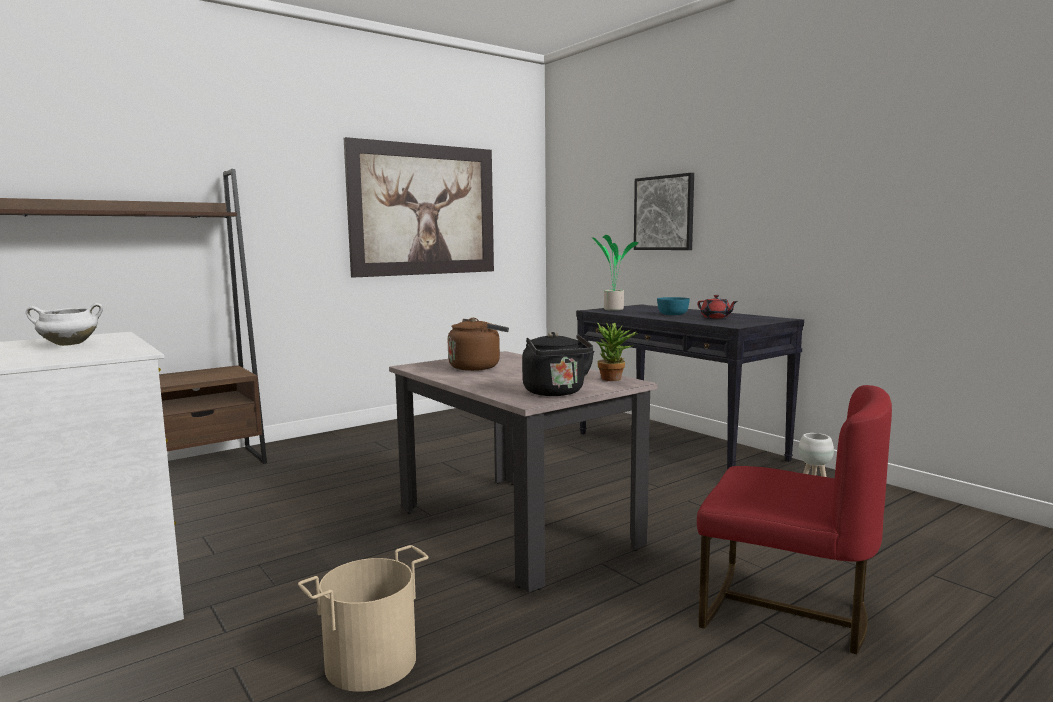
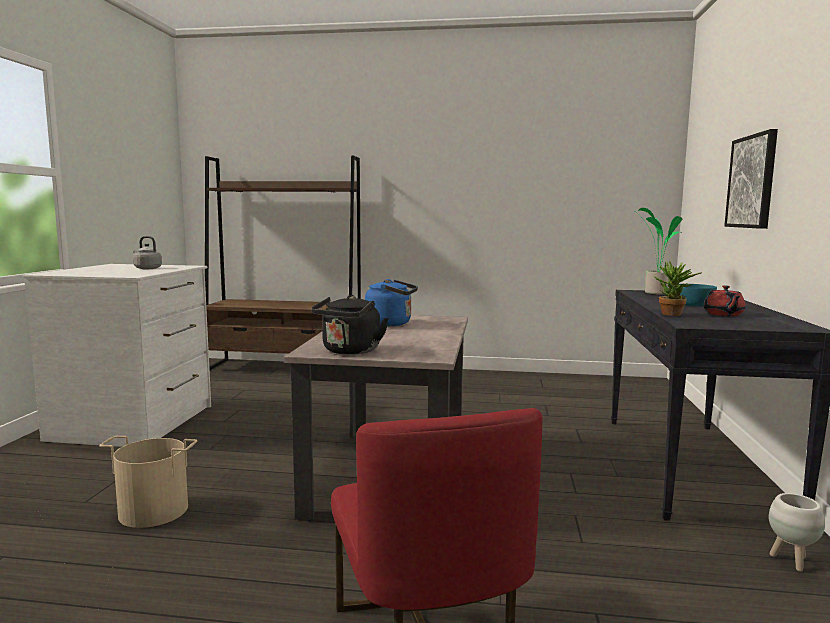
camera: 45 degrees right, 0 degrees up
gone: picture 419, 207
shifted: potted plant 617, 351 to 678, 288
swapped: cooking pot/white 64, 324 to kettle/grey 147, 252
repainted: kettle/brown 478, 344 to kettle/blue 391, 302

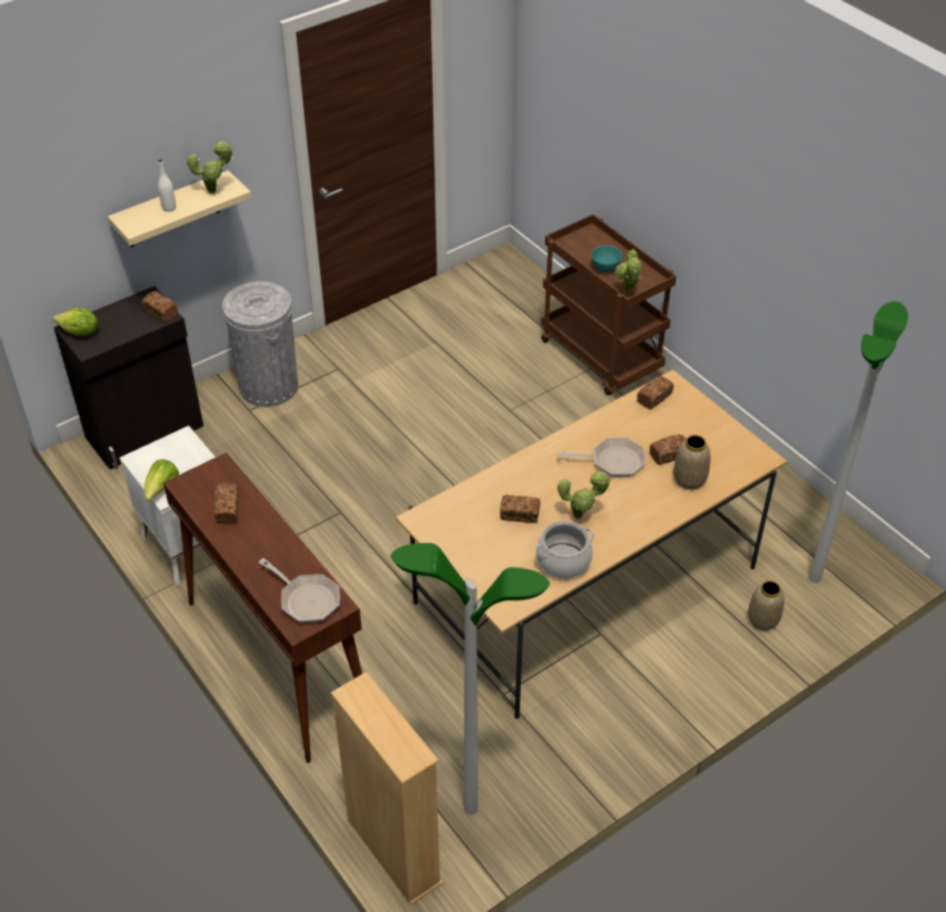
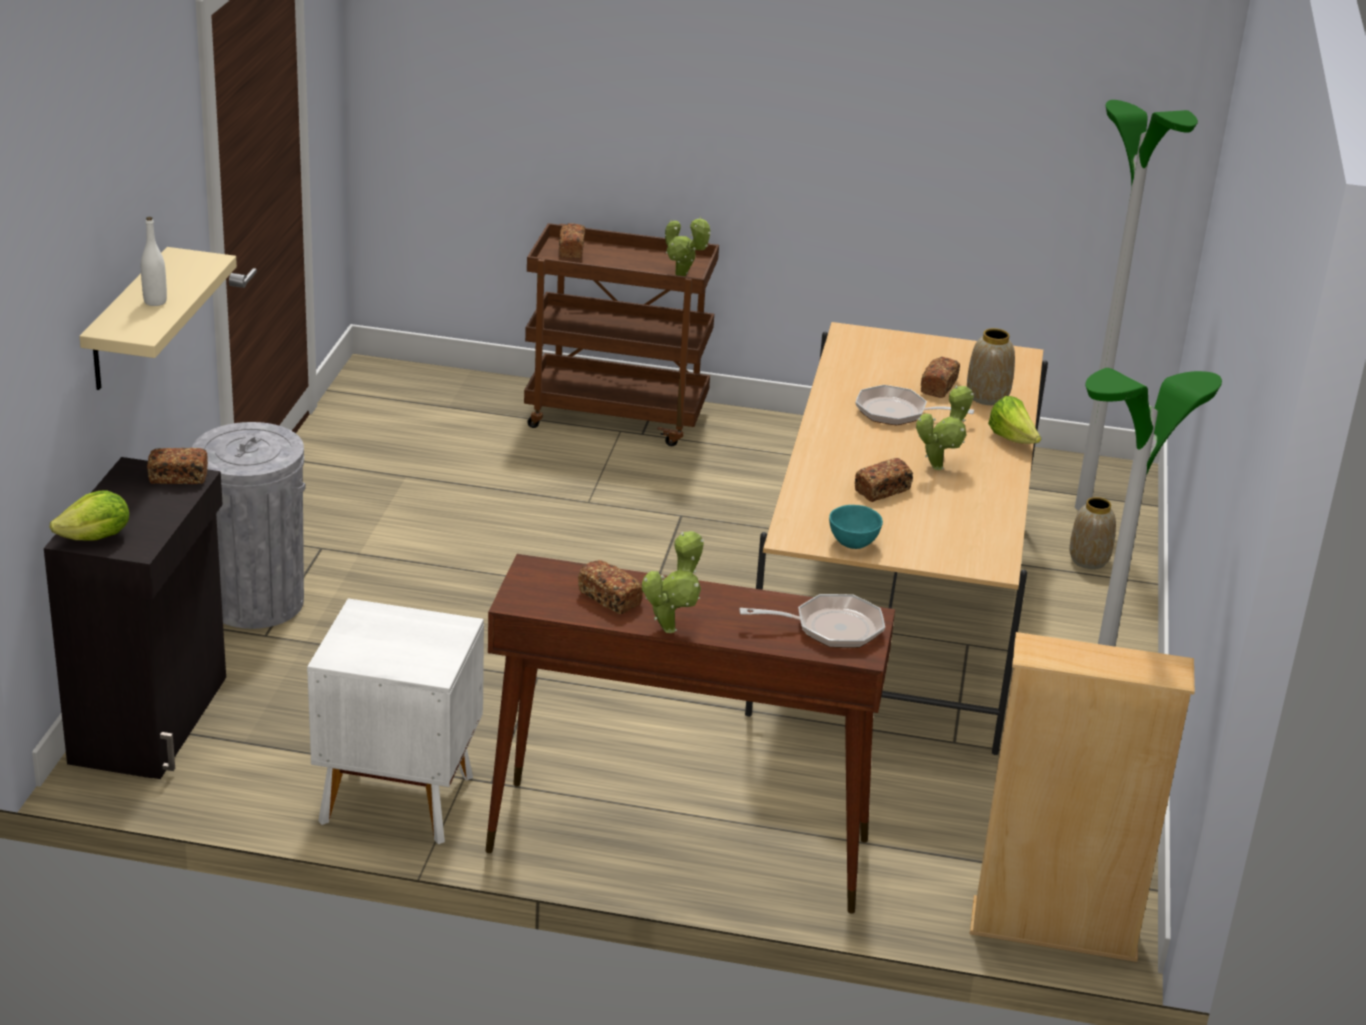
camera: 45 degrees left, 15 degrees down
gone: cooking pot 565, 550
shifted: potted plant 210, 167 to 673, 582; bowl/turquoise 607, 258 to 856, 527; bread 655, 393 to 572, 241; lettuce 161, 480 to 1014, 420
rotated: frying pan 602, 457 = 914, 405 120 degrees counterclockwise

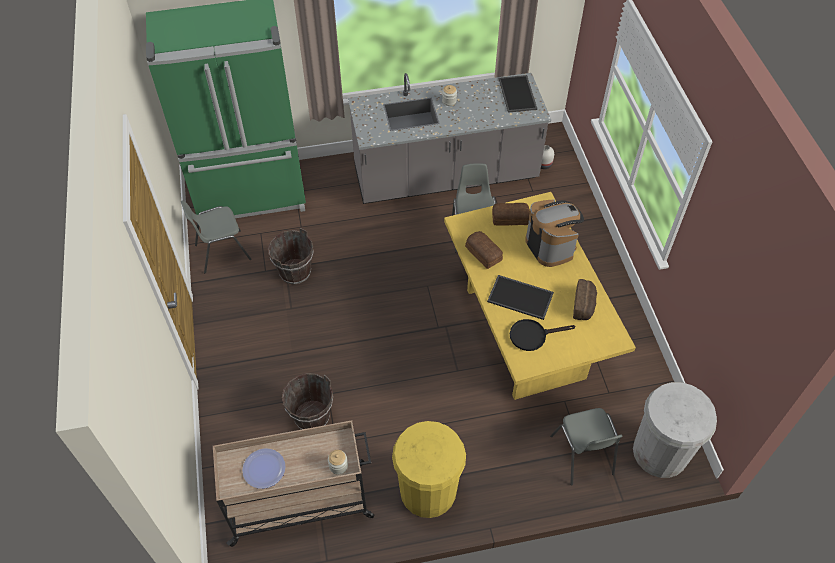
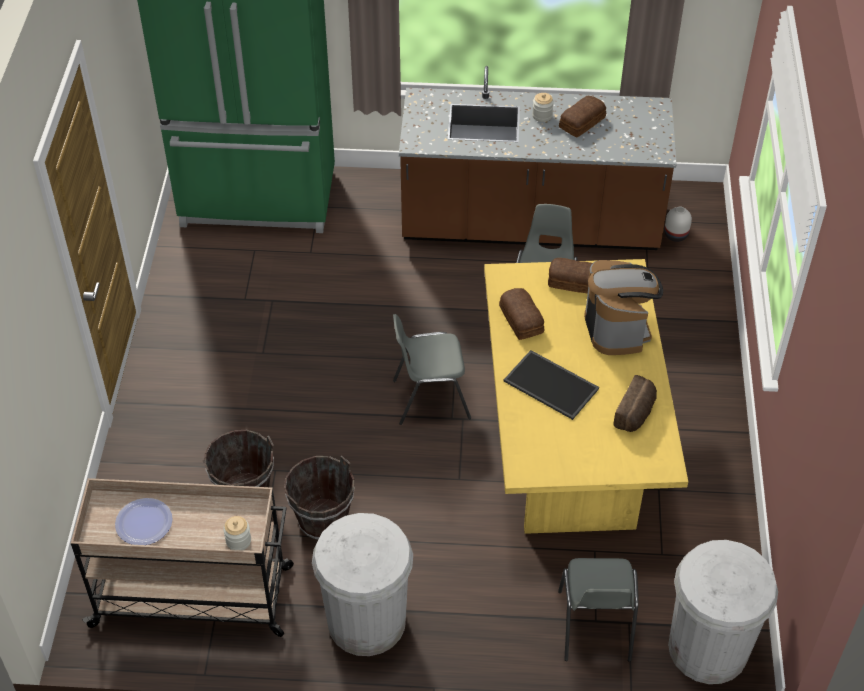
camera: 15 degrees right, 5 degrees down
gone: tray 518, 94; frying pan/black 542, 335
new: bread 582, 117
shifted: chair/grey 216, 237 to 432, 369; bucket/brown 291, 256 to 319, 498
repainted: counter/grey 449, 138 to counter/brown 538, 158; trash can/yellow 429, 469 to trash can/white 362, 584

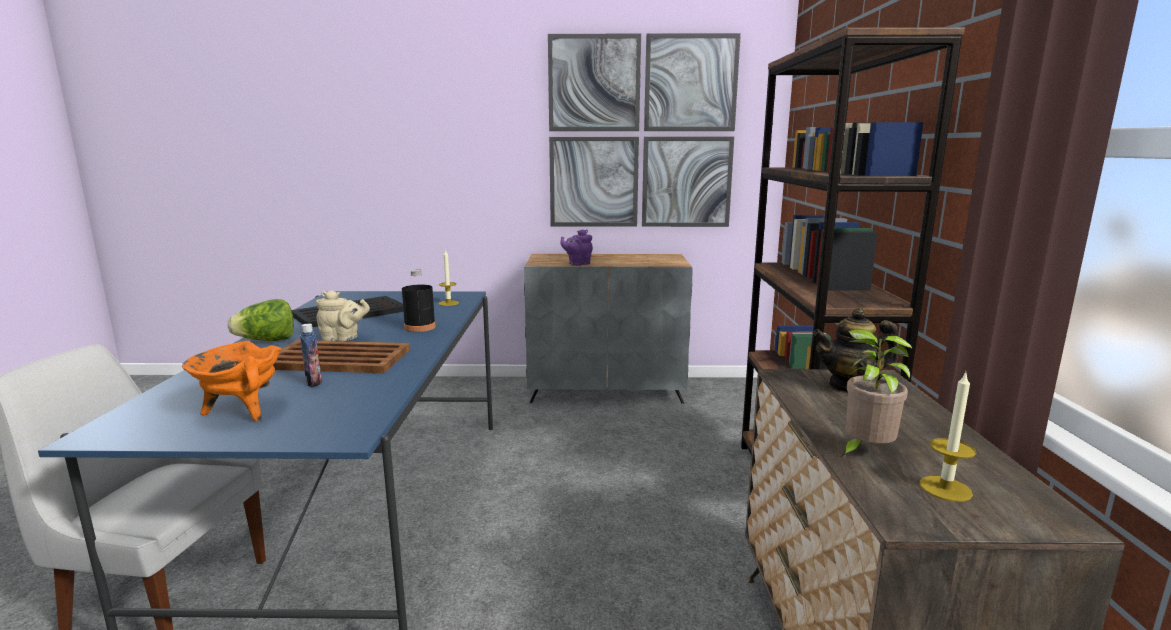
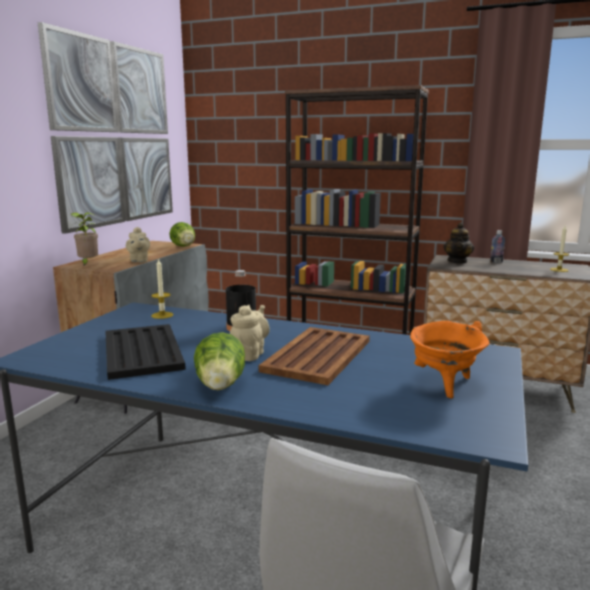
camera: 70 degrees left, 0 degrees up
new: lettuce 182, 234
shifted: bottle 311, 355 to 497, 246; potted plant 876, 393 to 84, 239
repainted: teapot/purple 576, 247 to teapot/beige 138, 244

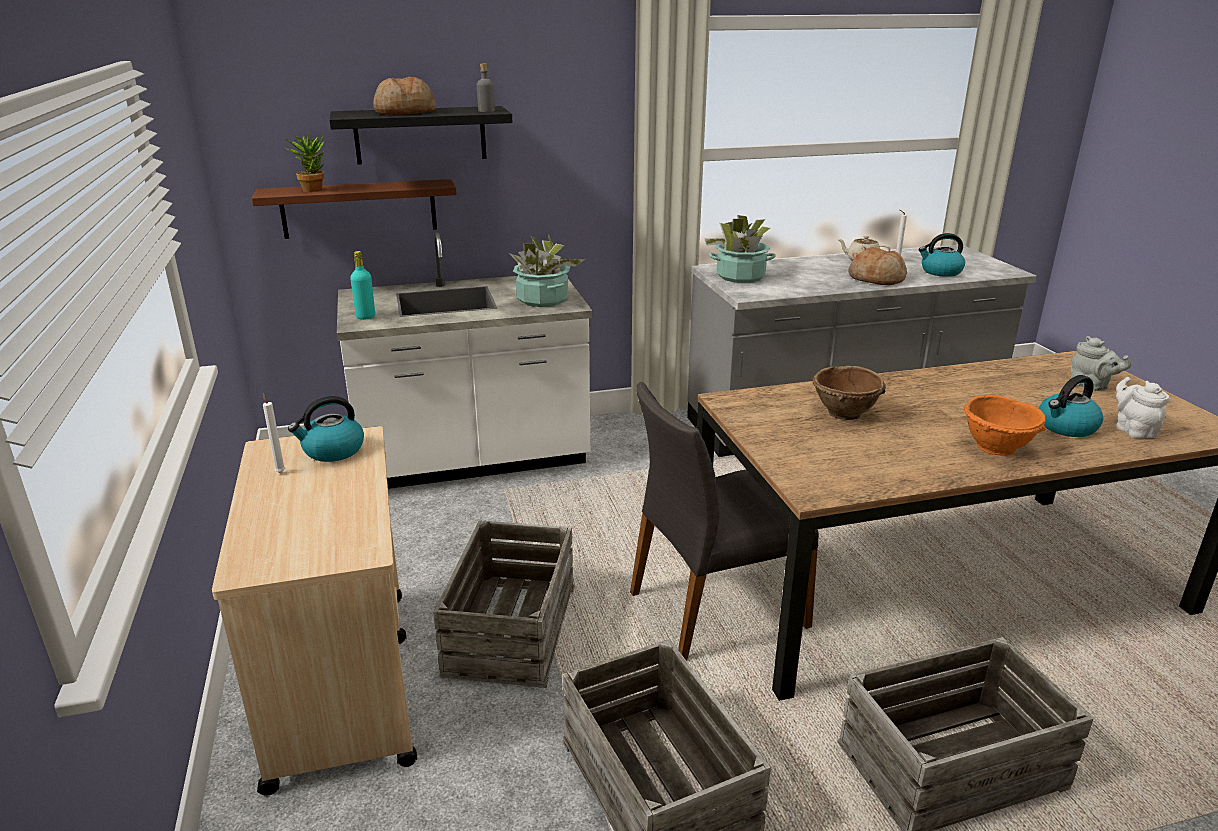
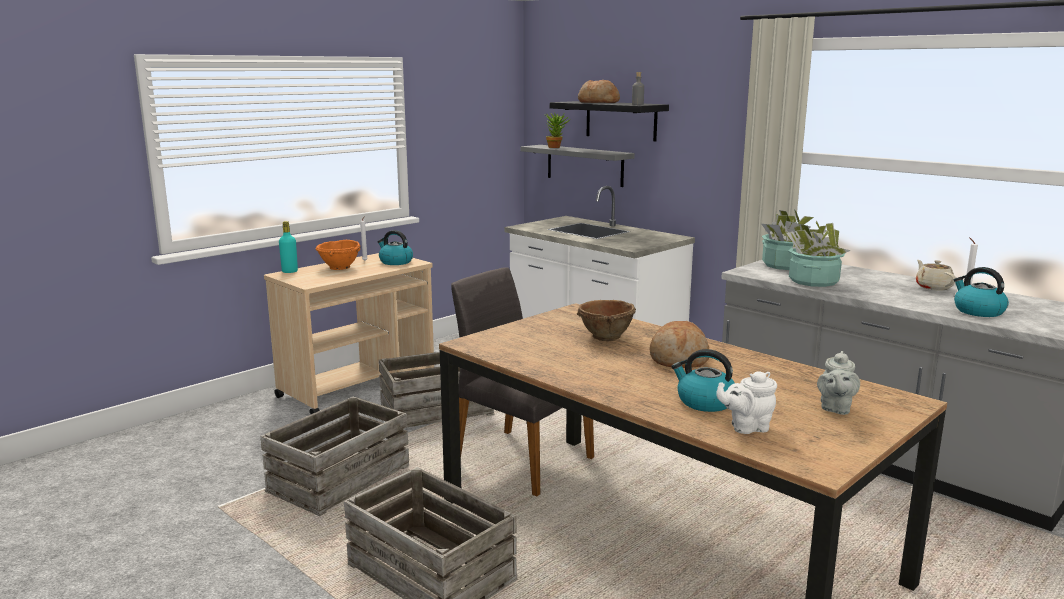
camera: 60 degrees right, 10 degrees down
shifted: potted plant 547, 271 to 818, 254; bread 877, 266 to 679, 344; bottle/turquoise 362, 285 to 288, 247; bowl/orange 1005, 425 to 338, 255
repainted: shelf/brown 354, 209 to shelf/grey 578, 166
rotated: teapot/white 1142, 407 = 746, 402 150 degrees counterclockwise

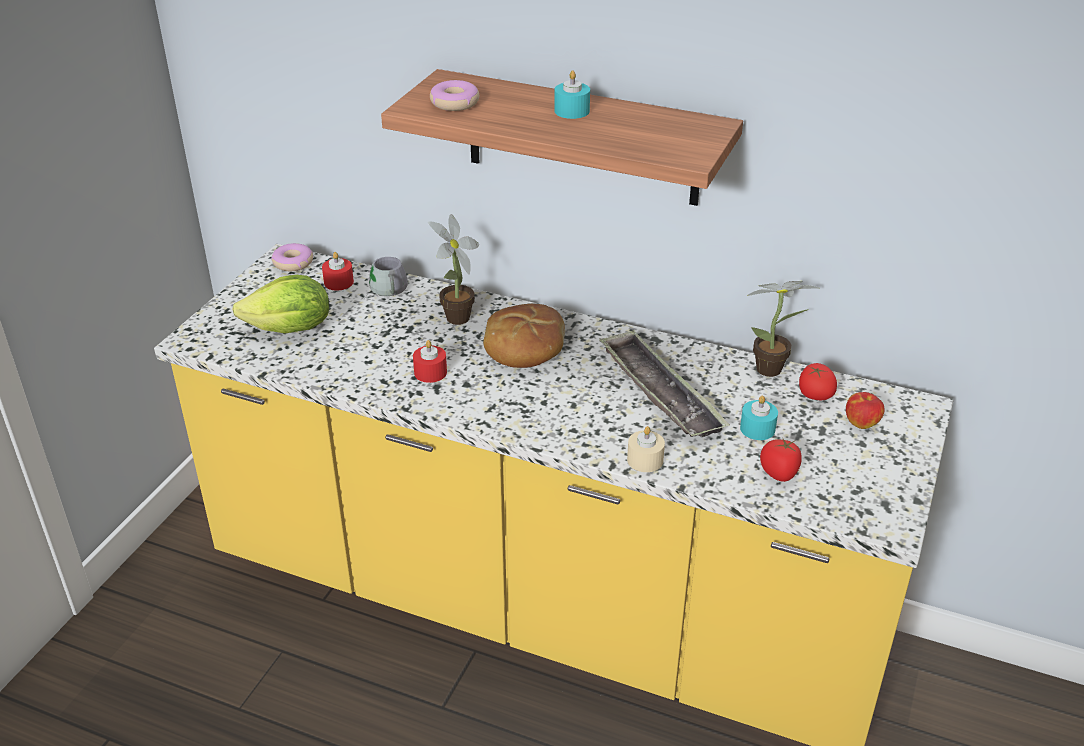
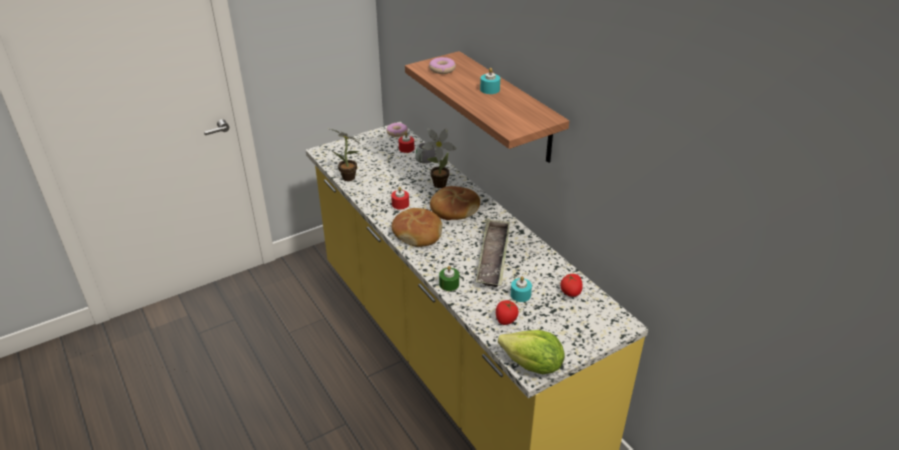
camera: 35 degrees right, 0 degrees up
gone: apple 865, 410
new: bread 417, 227
shifted: lettuce 280, 304 to 531, 352; potted plant 783, 329 to 345, 155
repainted: candle/beige 646, 449 to candle/green 449, 278

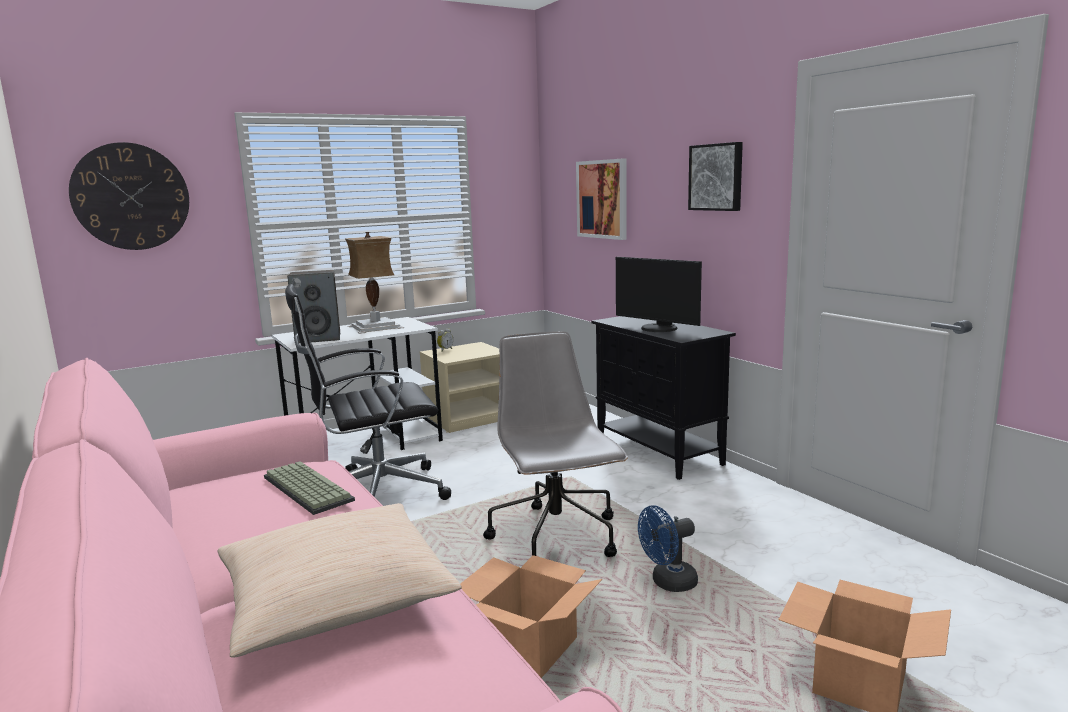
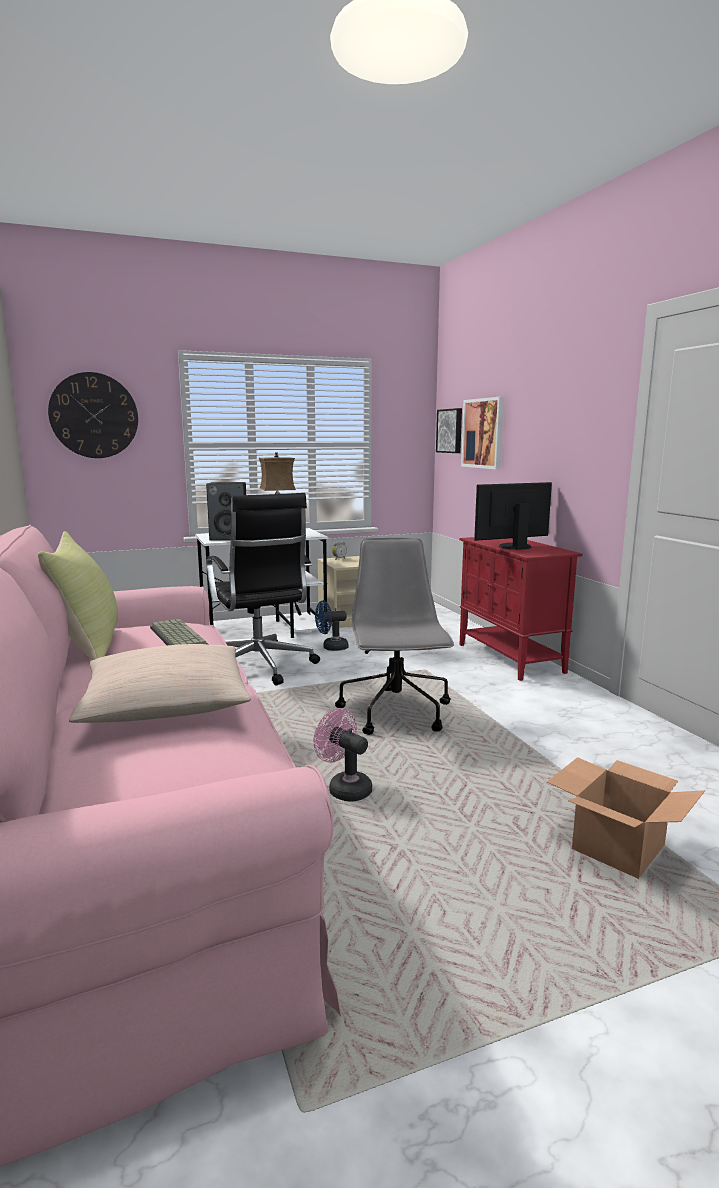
camera: 10 degrees right, 0 degrees up
new: pillow/yellow 78, 595
shifted: picture 715, 176 to 449, 430; fan/blue 668, 548 to 331, 625
swapped: cardboard box 531, 616 to fan/pink 342, 755
repainted: cabinet/black 663, 398 to cabinet/red 521, 609
rotated: monitor 659, 294 = 513, 516 105 degrees clockwise; office chair/black 368, 392 = 263, 589 105 degrees counterclockwise

